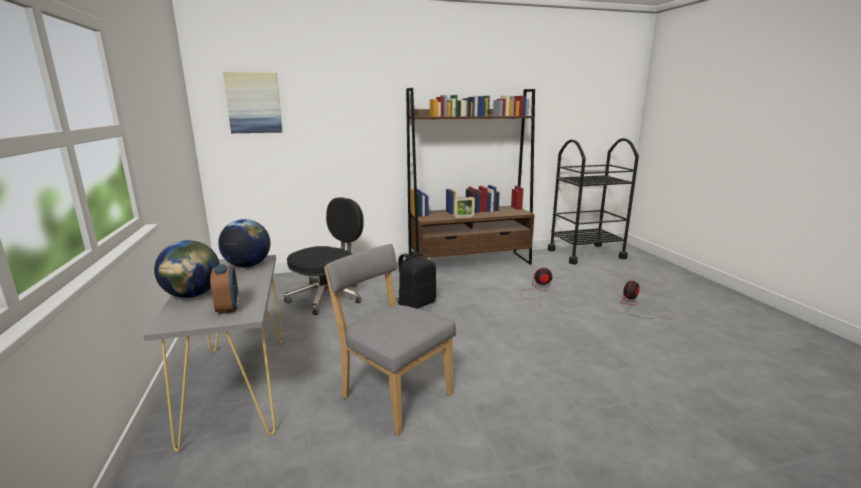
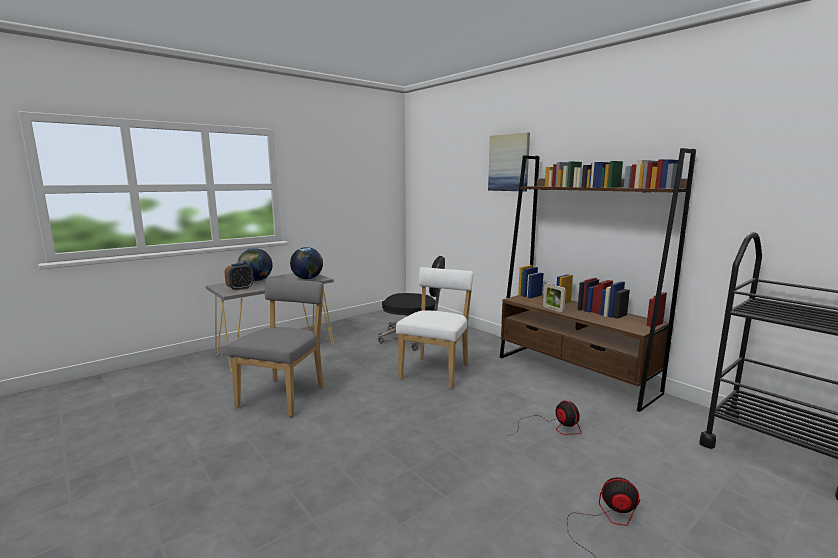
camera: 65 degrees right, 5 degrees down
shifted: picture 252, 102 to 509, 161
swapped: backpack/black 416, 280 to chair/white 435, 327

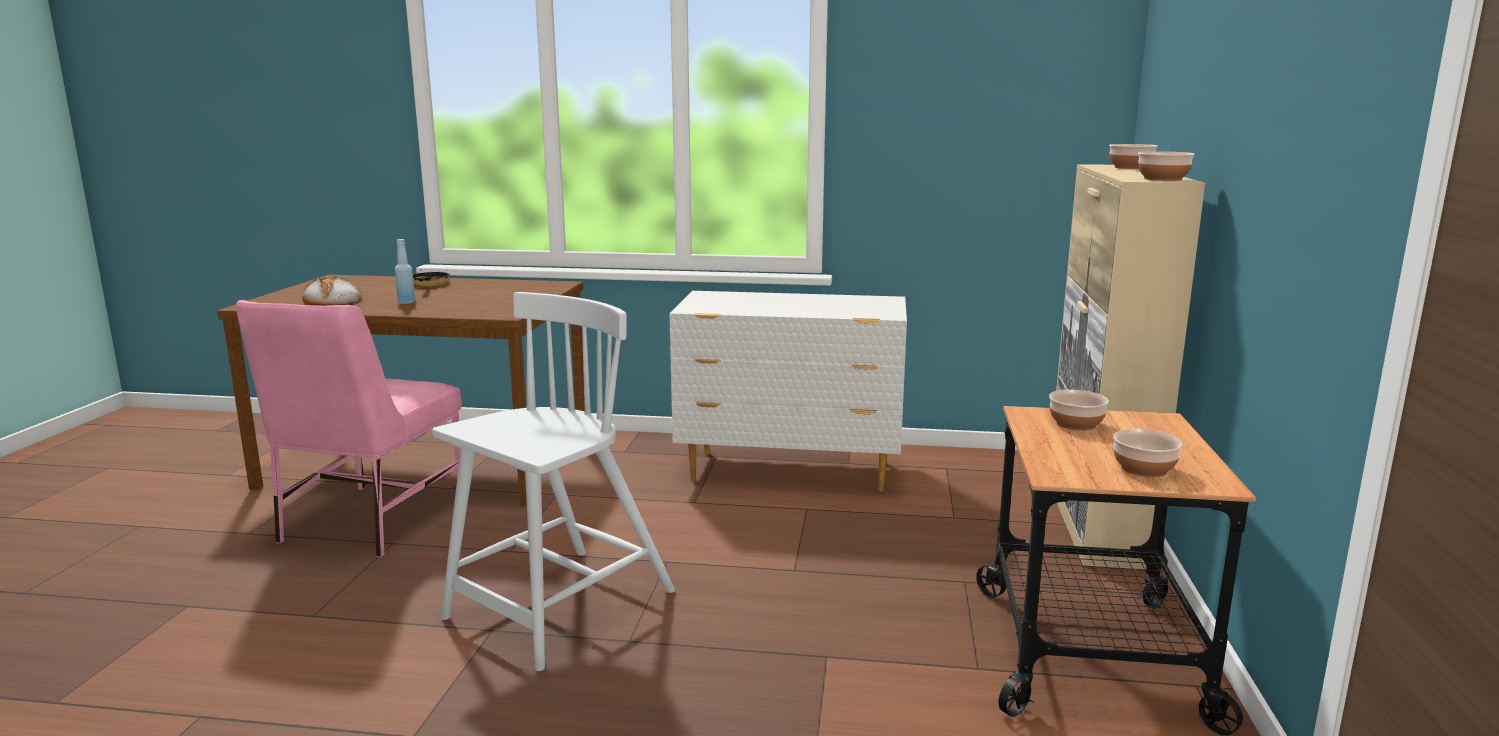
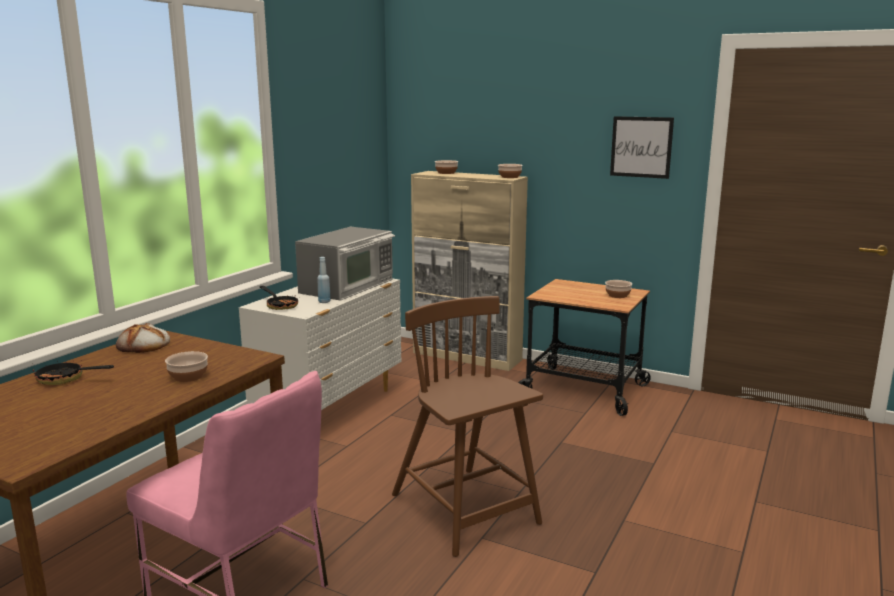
camera: 70 degrees left, 0 degrees up
new: picture 642, 147; microwave 345, 263; frying pan 279, 298
shifted: bottle/blue 405, 271 to 324, 280; bread 332, 290 to 143, 338; bowl 1079, 410 to 186, 366
repainted: chair/white 553, 481 to chair/brown 467, 426

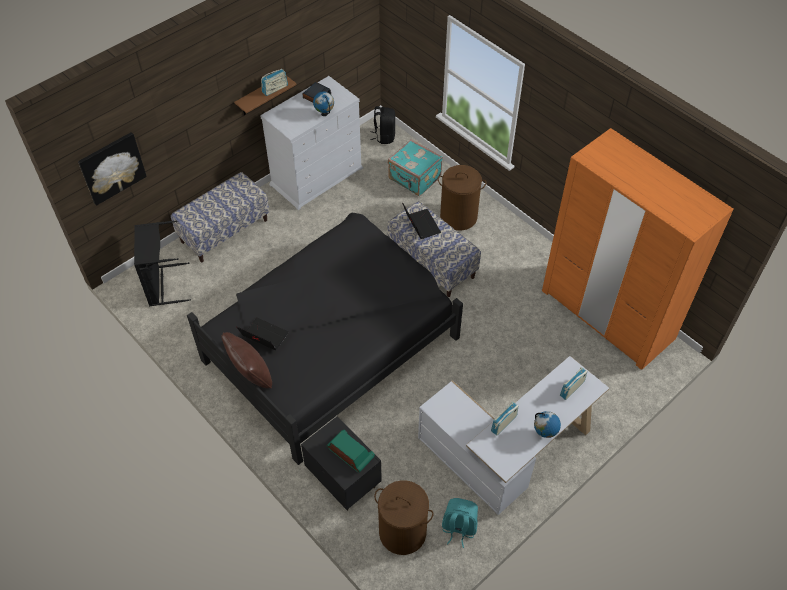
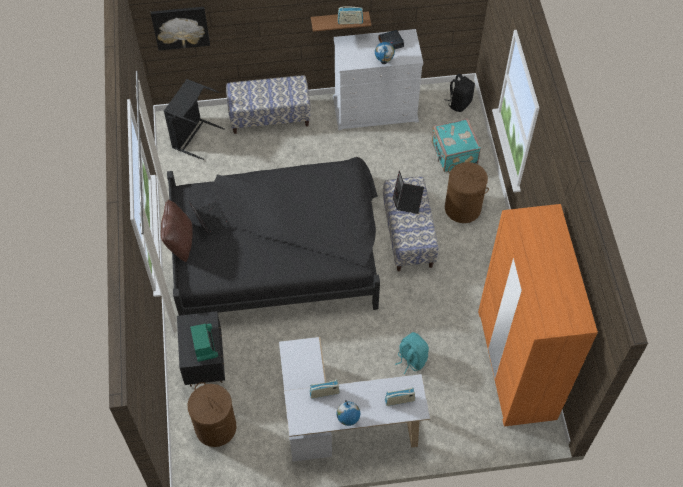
camera: 35 degrees right, 5 degrees up
shifted: backpack/turquoise 460, 523 to 412, 353

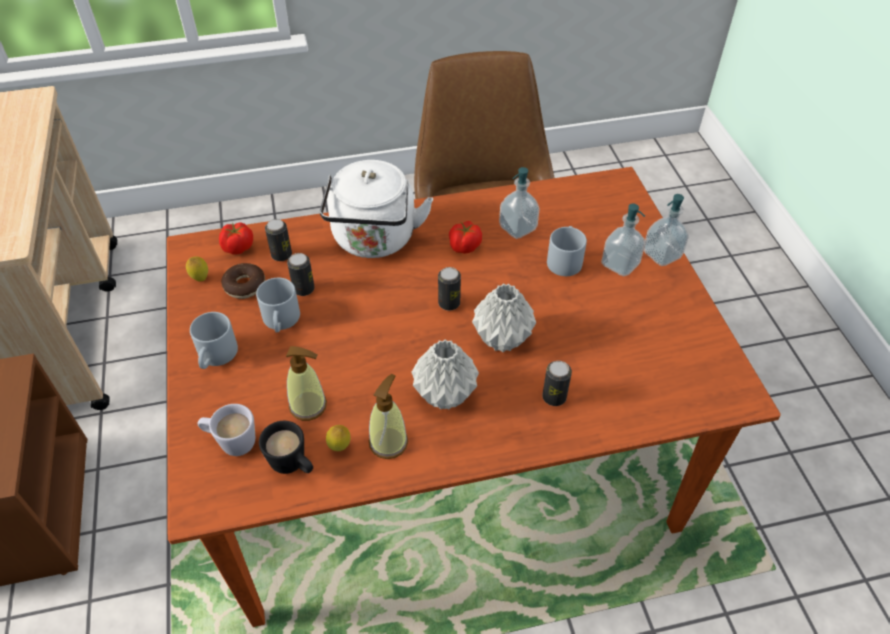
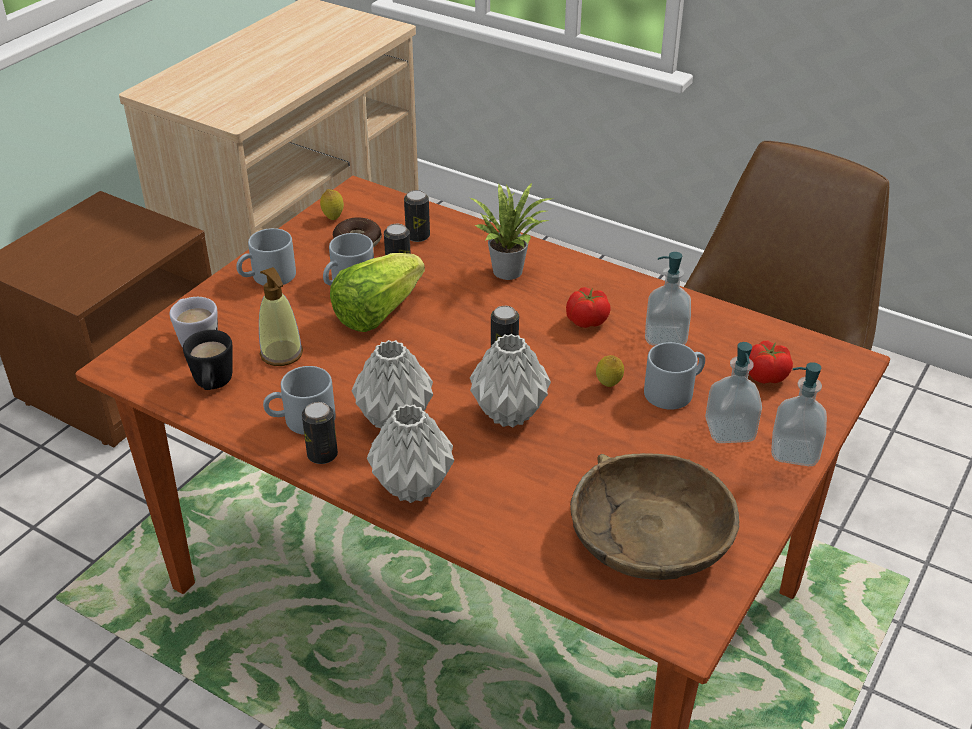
camera: 45 degrees right, 10 degrees down
new: lettuce 377, 292; vase/grey 410, 453; bowl/brown 654, 516
shifted: tomato 236, 238 to 771, 362; can 557, 383 to 320, 433; lemon 338, 438 to 610, 371
swapped: kettle/white 376, 209 to potted plant 512, 231; soap dispenser 388, 416 to mug/grey 299, 400

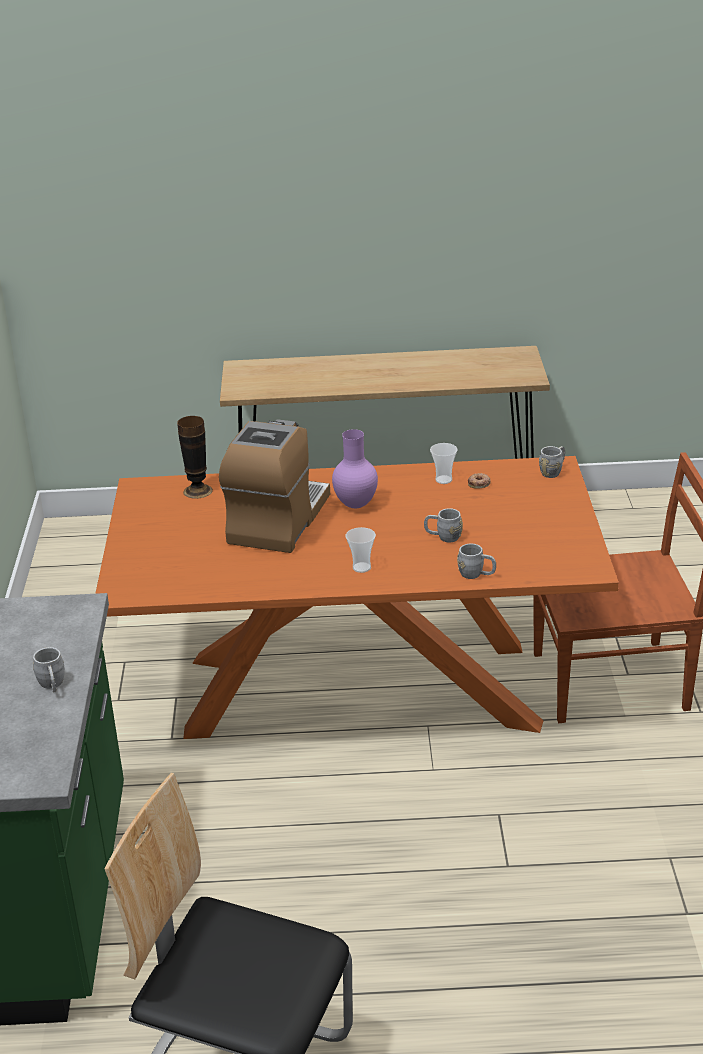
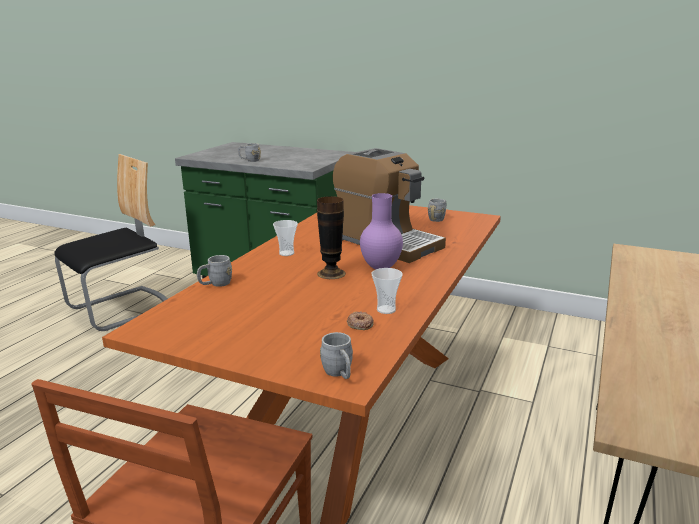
camera: 115 degrees right, 10 degrees down
shifted: vase 195, 457 to 331, 237; mug/grey 443, 525 to 437, 210

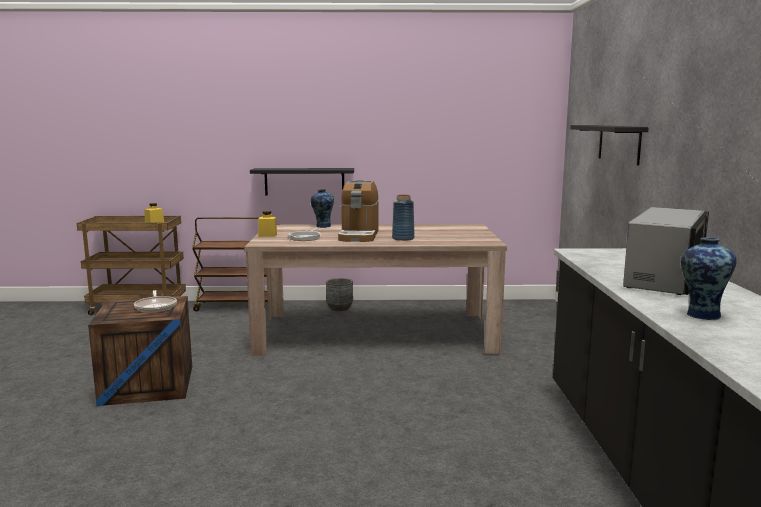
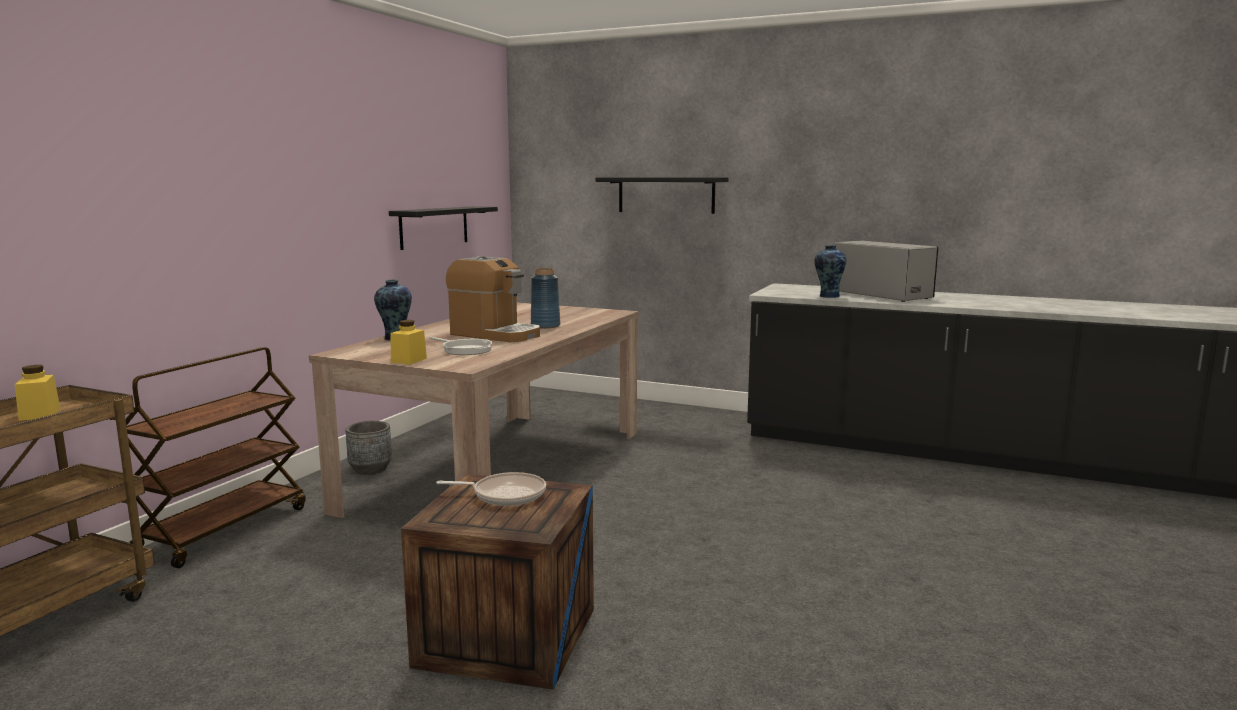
camera: 65 degrees left, 0 degrees up
shifted: shelf/black 302, 181 to 443, 228; vase 708, 278 to 830, 271

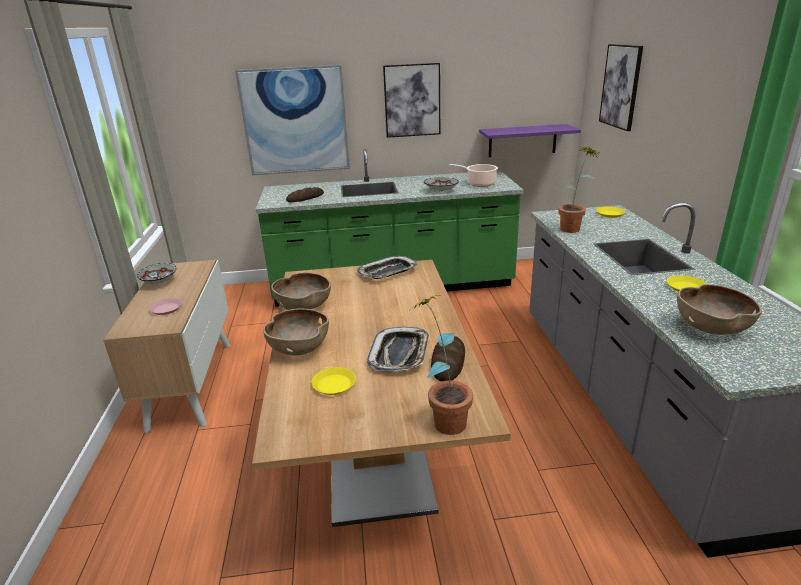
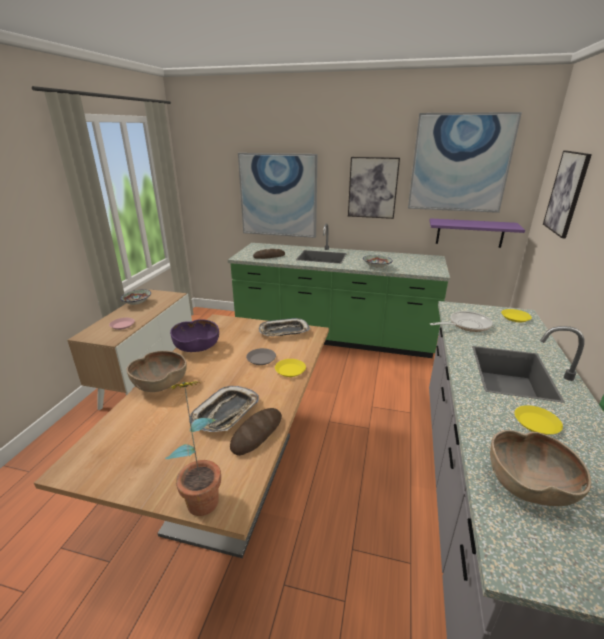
camera: 20 degrees right, 0 degrees up
gone: cooking pot 473, 175
new: picture 465, 162; plate/grey 261, 356
shifted: plate/yellow 333, 381 to 290, 368
swapped: potted plant 578, 189 to frying pan 461, 321
repainted: bowl/brown 301, 291 to bowl/purple 194, 335

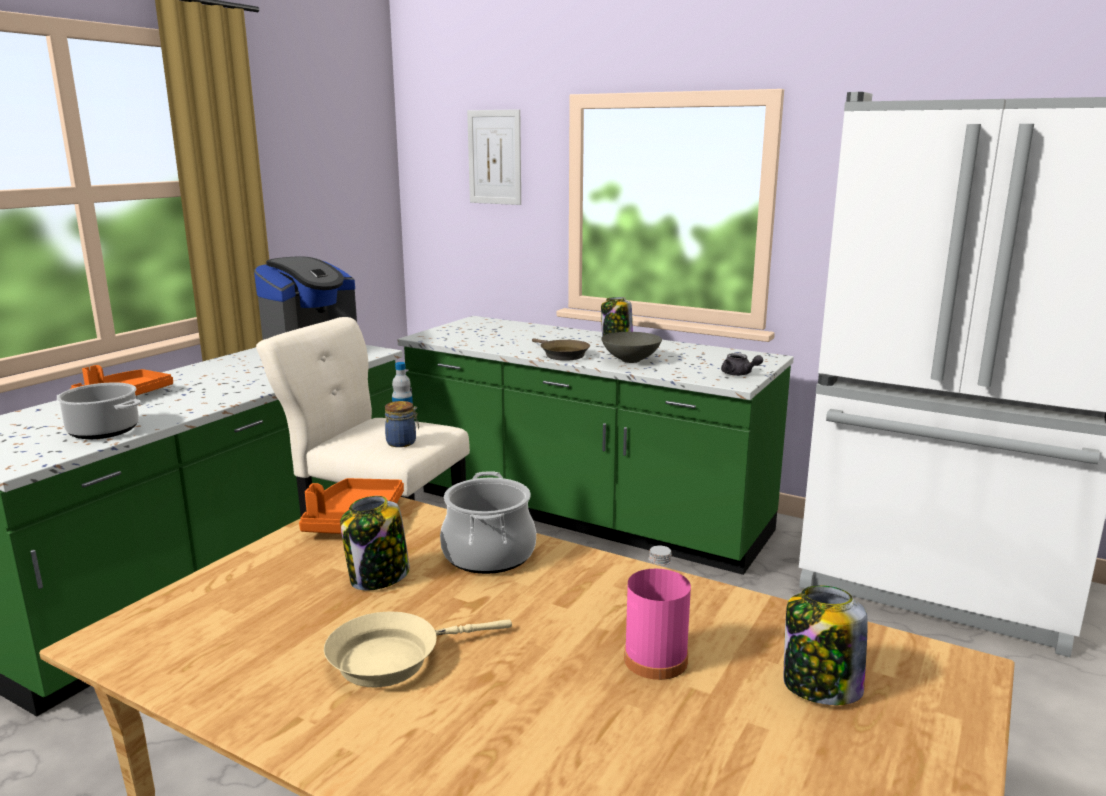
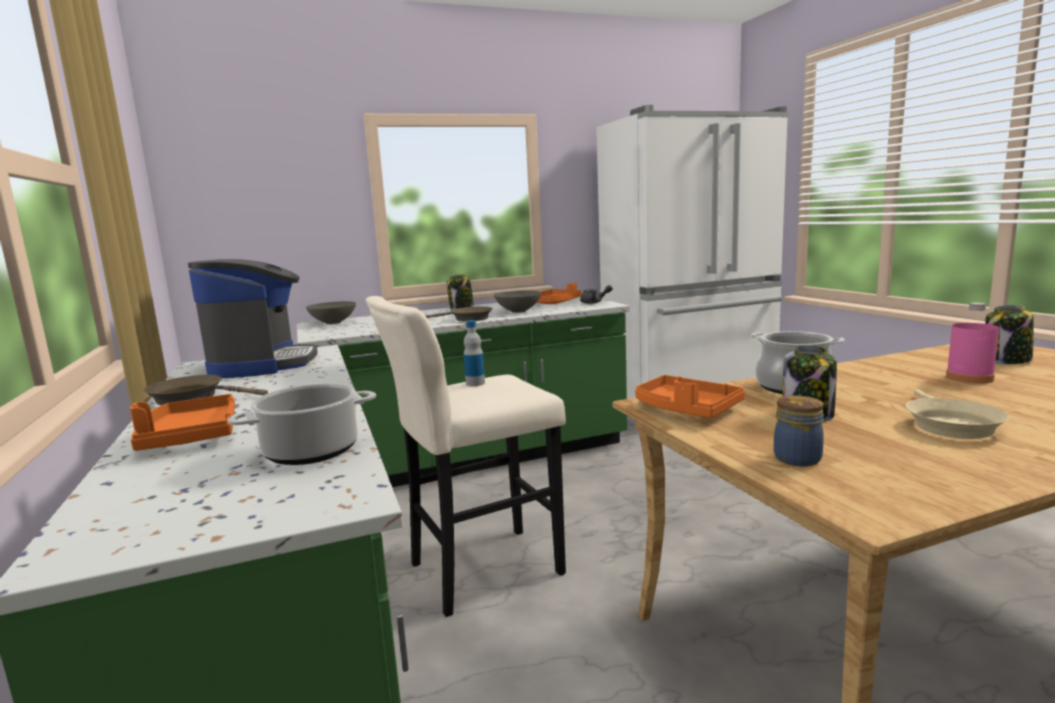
camera: 50 degrees left, 5 degrees down
gone: picture 494, 157
new: tray/orange 559, 293; bowl/grey 331, 312; frying pan/brown 205, 390
shifted: jar 402, 424 to 799, 430

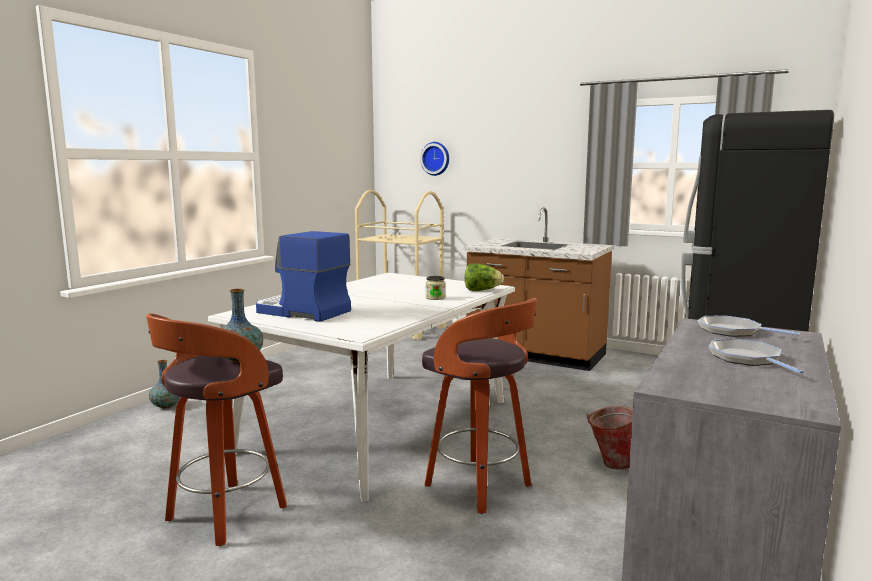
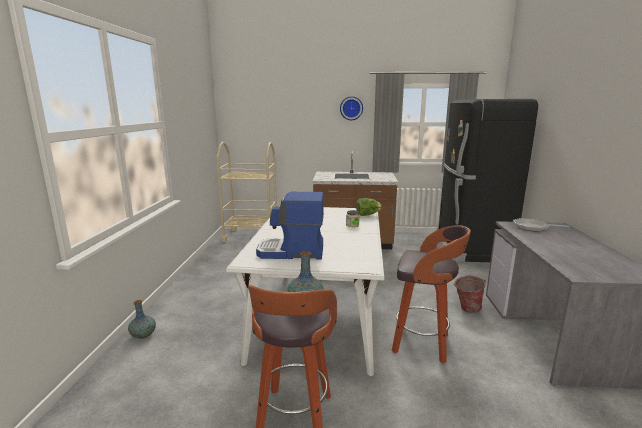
camera: 25 degrees left, 5 degrees up
gone: frying pan 756, 356
shifted: wall clock 434, 159 to 351, 108

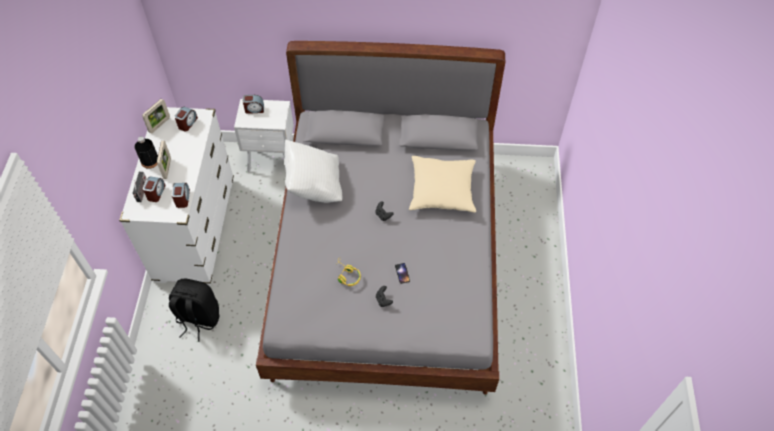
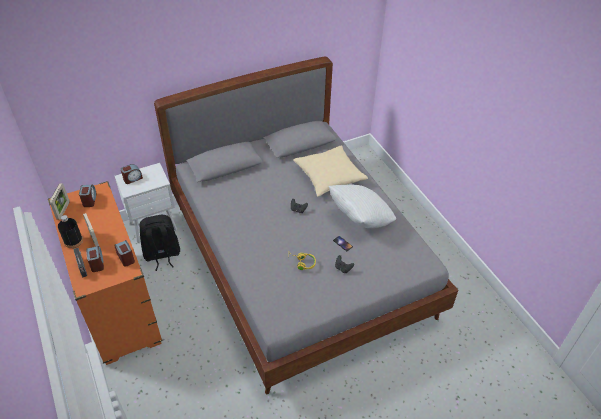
camera: 30 degrees left, 10 degrees down
shifted: pillow/white 313, 171 to 362, 206; backpack/black 194, 310 to 160, 243
repainted: dresser/white 176, 196 to dresser/orange 105, 273

